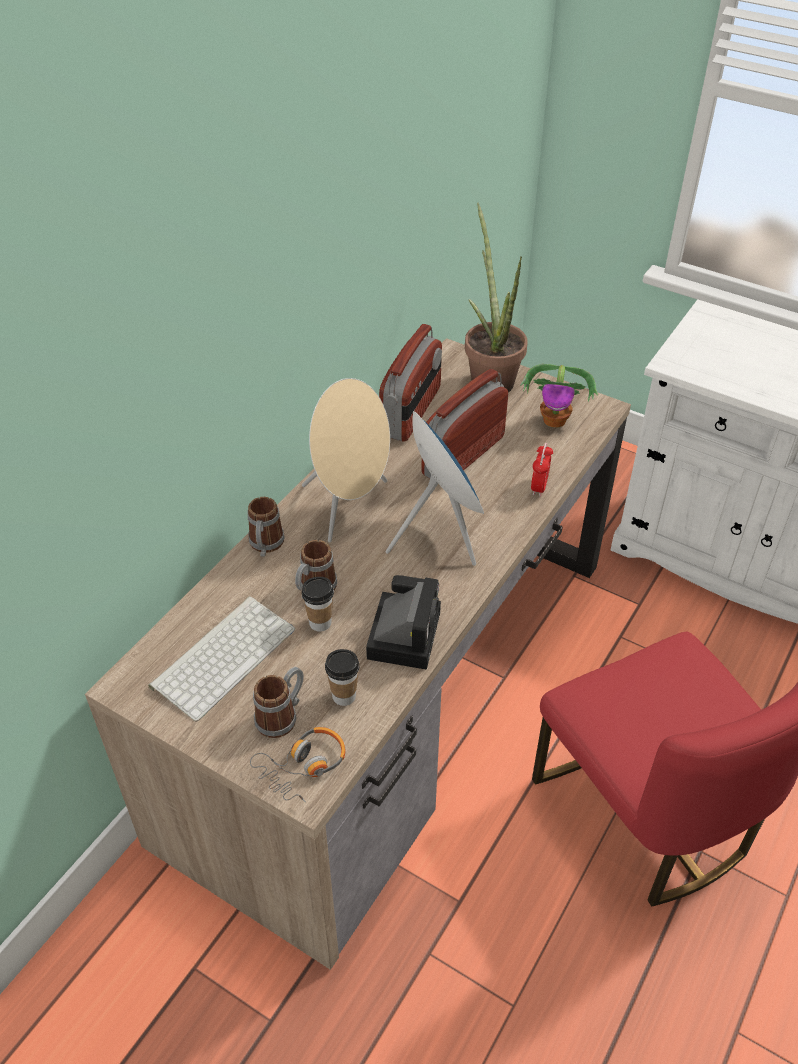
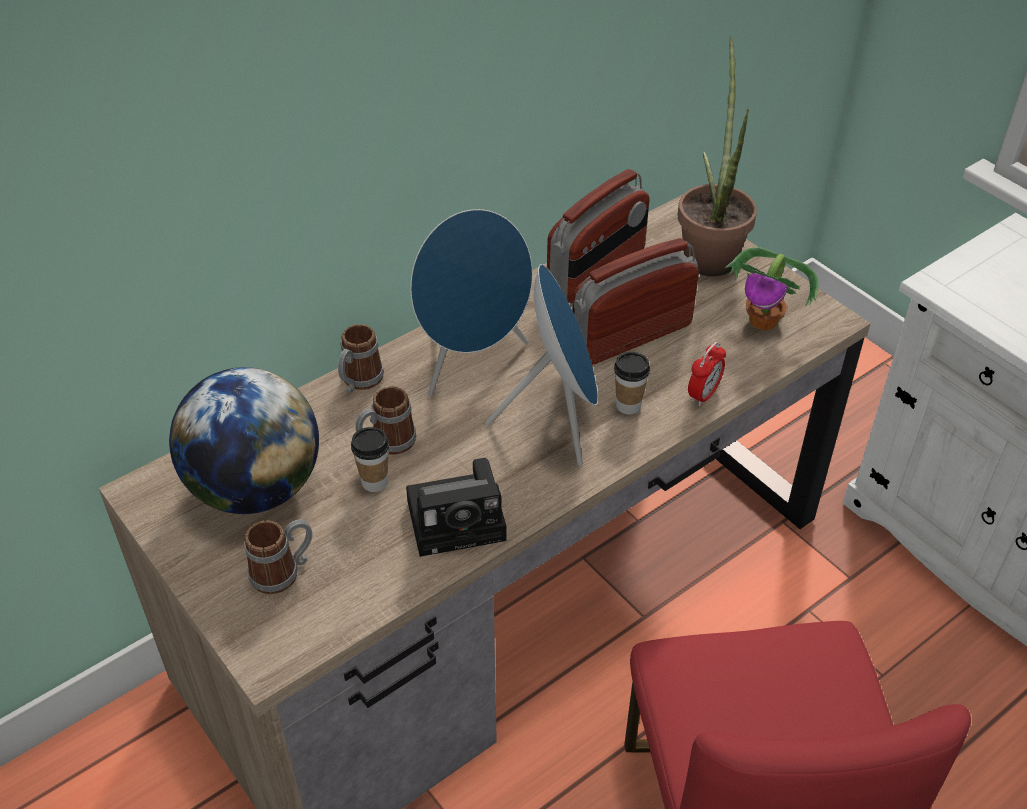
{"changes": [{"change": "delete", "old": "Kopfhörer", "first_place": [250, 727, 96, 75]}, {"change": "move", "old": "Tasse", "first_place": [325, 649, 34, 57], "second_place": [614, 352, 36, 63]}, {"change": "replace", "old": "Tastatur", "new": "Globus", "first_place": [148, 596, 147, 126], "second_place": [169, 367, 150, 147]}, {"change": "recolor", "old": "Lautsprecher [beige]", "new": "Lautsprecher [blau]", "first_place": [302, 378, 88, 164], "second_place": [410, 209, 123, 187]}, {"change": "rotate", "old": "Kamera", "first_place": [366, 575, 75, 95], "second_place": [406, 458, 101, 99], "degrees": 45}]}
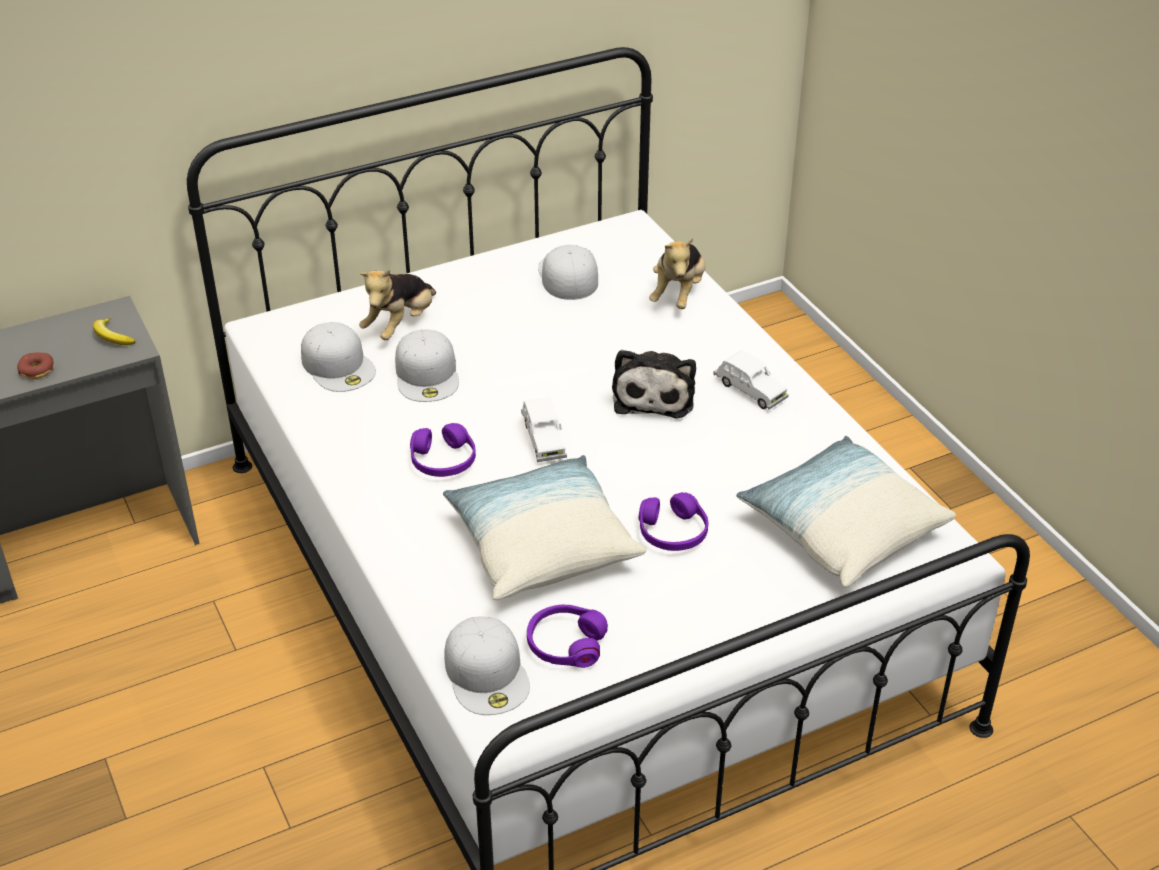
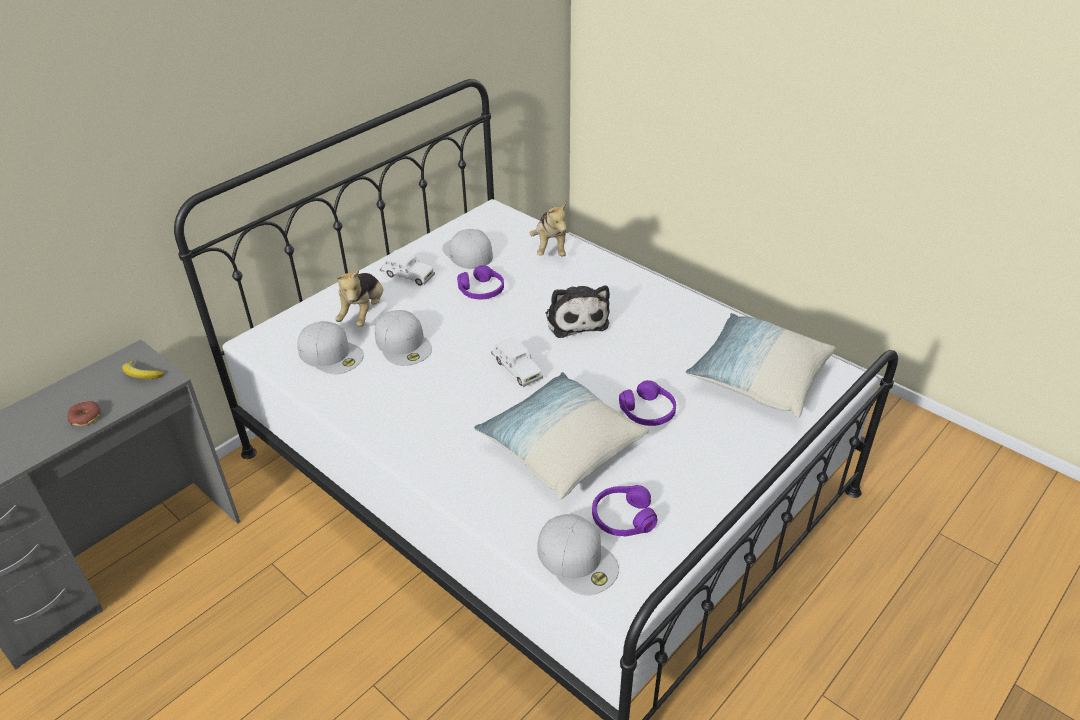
{"changes": [{"change": "move", "old": "Kopfhörer [lila]", "first_place": [410, 423, 66, 54], "second_place": [457, 265, 47, 34]}, {"change": "move", "old": "Spielzeugauto [weiß]", "first_place": [713, 350, 76, 60], "second_place": [380, 250, 55, 36]}]}
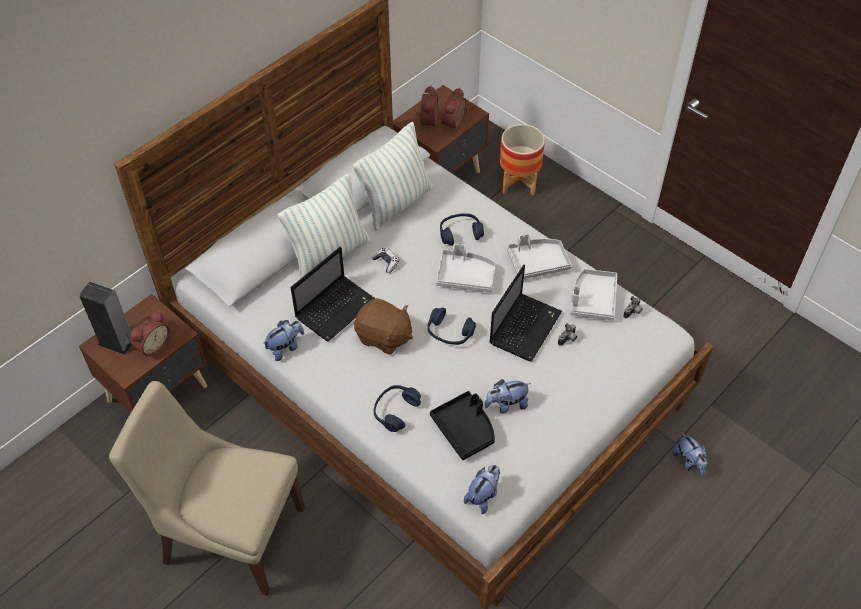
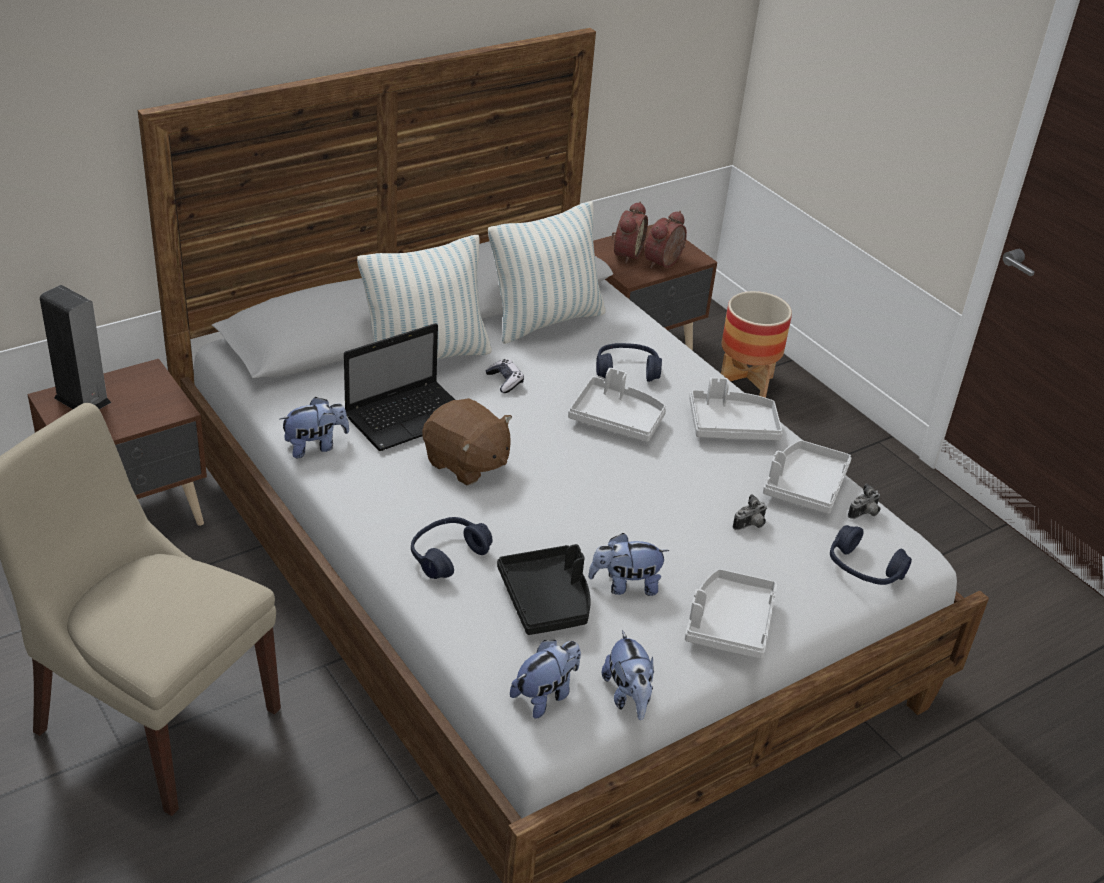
{"changes": [{"change": "delete", "old": "Wecker", "first_place": [130, 311, 40, 46]}, {"change": "delete", "old": "Laptop", "first_place": [490, 265, 72, 96]}, {"change": "insert", "new": "Tablett [grau]", "second_place": [685, 569, 92, 90]}, {"change": "move", "old": "Kopfhörer [blau]", "first_place": [427, 308, 49, 37], "second_place": [830, 525, 82, 60]}, {"change": "move", "old": "Plüschtier", "first_place": [672, 432, 36, 44], "second_place": [602, 630, 52, 90]}]}
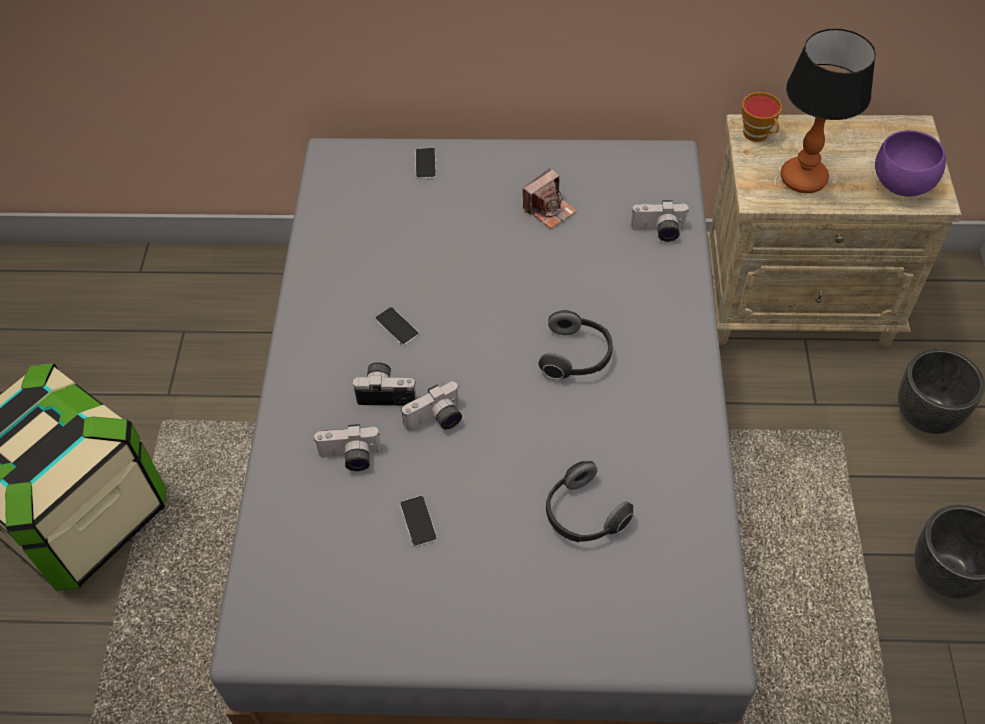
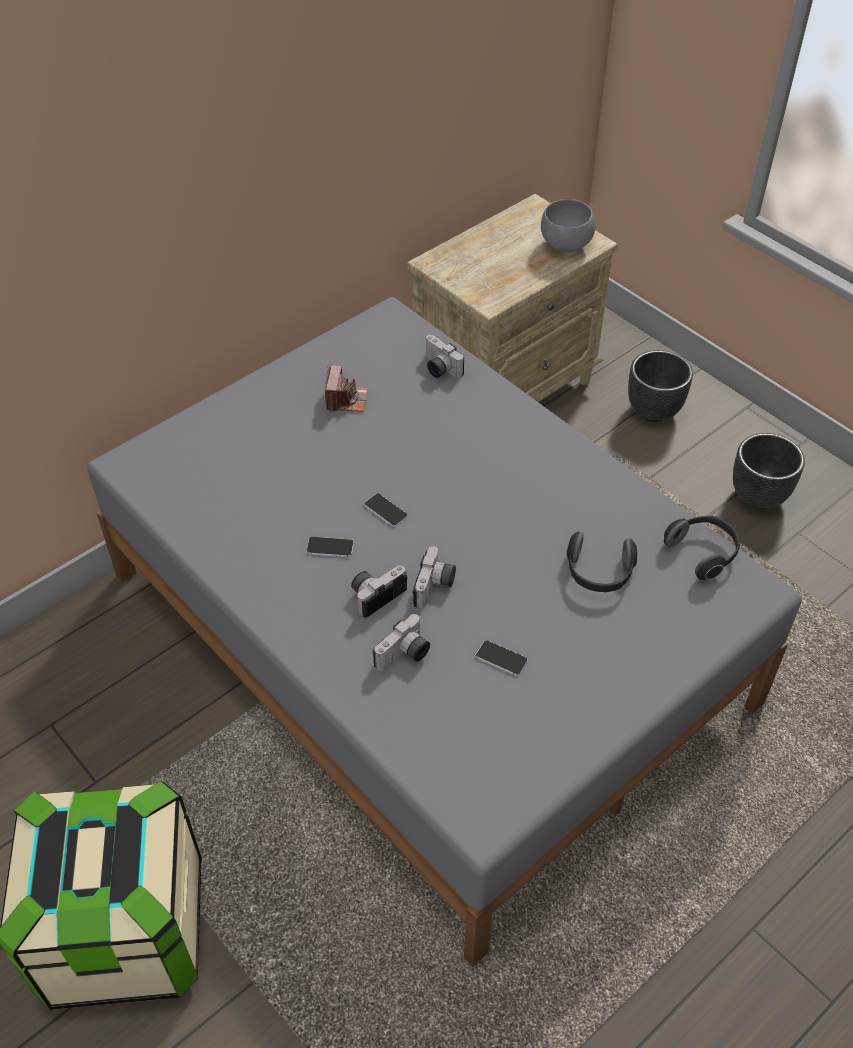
{"changes": [{"change": "delete", "old": "Tasse", "first_place": [742, 92, 40, 50]}, {"change": "delete", "old": "Tischlampe", "first_place": [781, 29, 95, 164]}, {"change": "move", "old": "Handy", "first_place": [415, 148, 21, 31], "second_place": [364, 493, 44, 34]}, {"change": "move", "old": "Kopfhörer", "first_place": [538, 310, 74, 69], "second_place": [664, 516, 76, 64]}, {"change": "recolor", "old": "Schüssel [lila]", "new": "Schüssel [grau]", "first_place": [875, 130, 71, 67], "second_place": [541, 199, 55, 54]}, {"change": "rotate", "old": "Kamera", "first_place": [631, 200, 59, 42], "second_place": [426, 335, 38, 43], "degrees": 90}]}
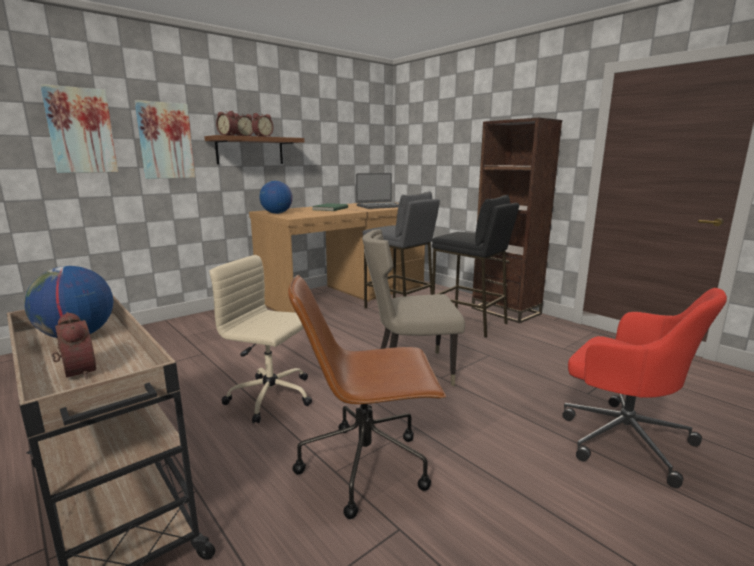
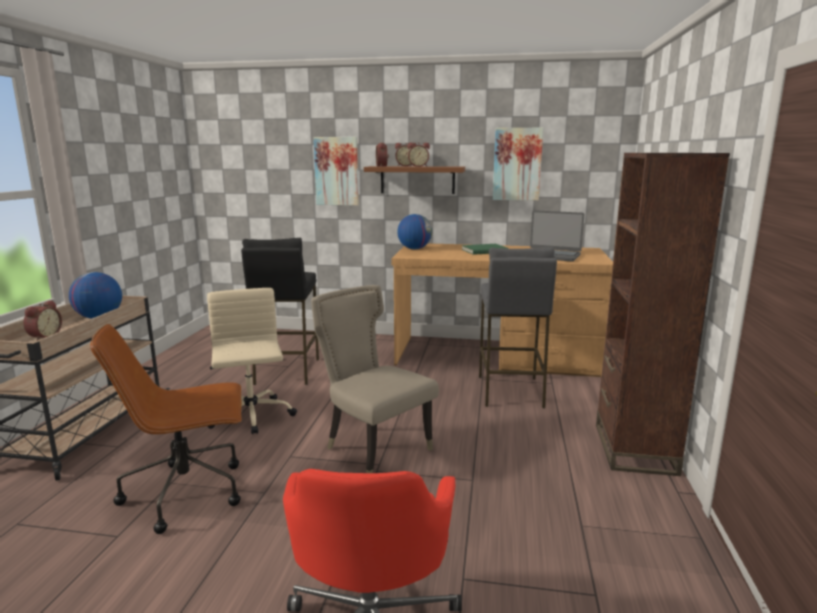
{"changes": [{"change": "move", "old": "Bild", "first_place": [40, 84, 78, 89], "second_place": [493, 128, 50, 73]}, {"change": "move", "old": "Hocker [schwarz]", "first_place": [432, 195, 87, 143], "second_place": [241, 238, 78, 147]}, {"change": "rotate", "old": "Bürostuhl [braun]", "first_place": [288, 275, 158, 244], "second_place": [90, 324, 152, 210], "degrees": -60}]}
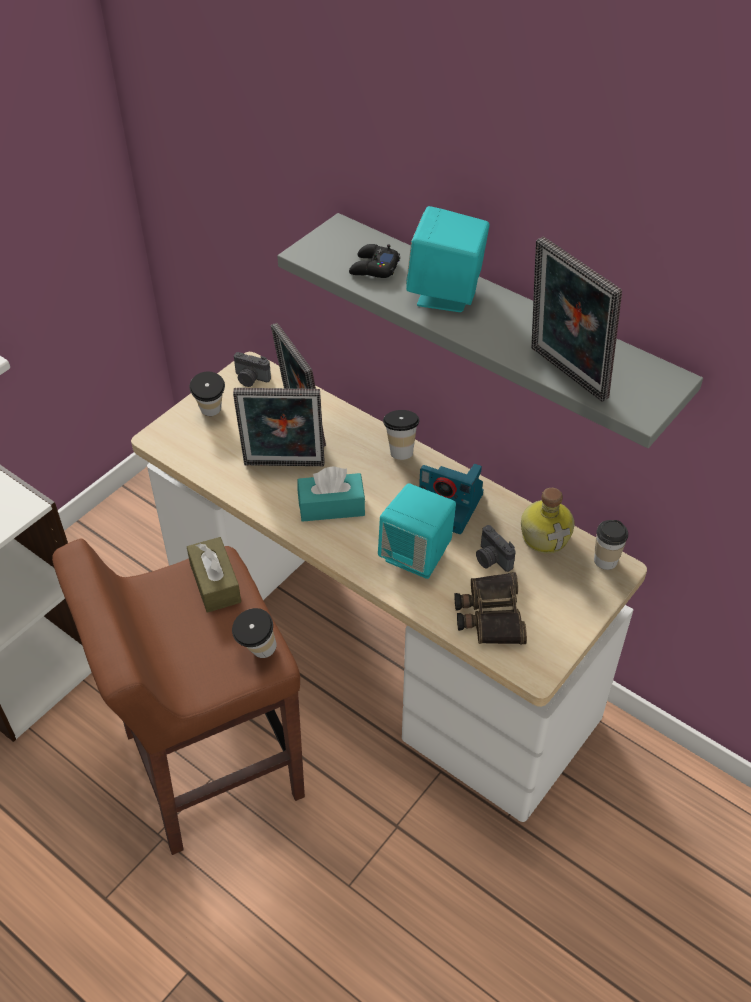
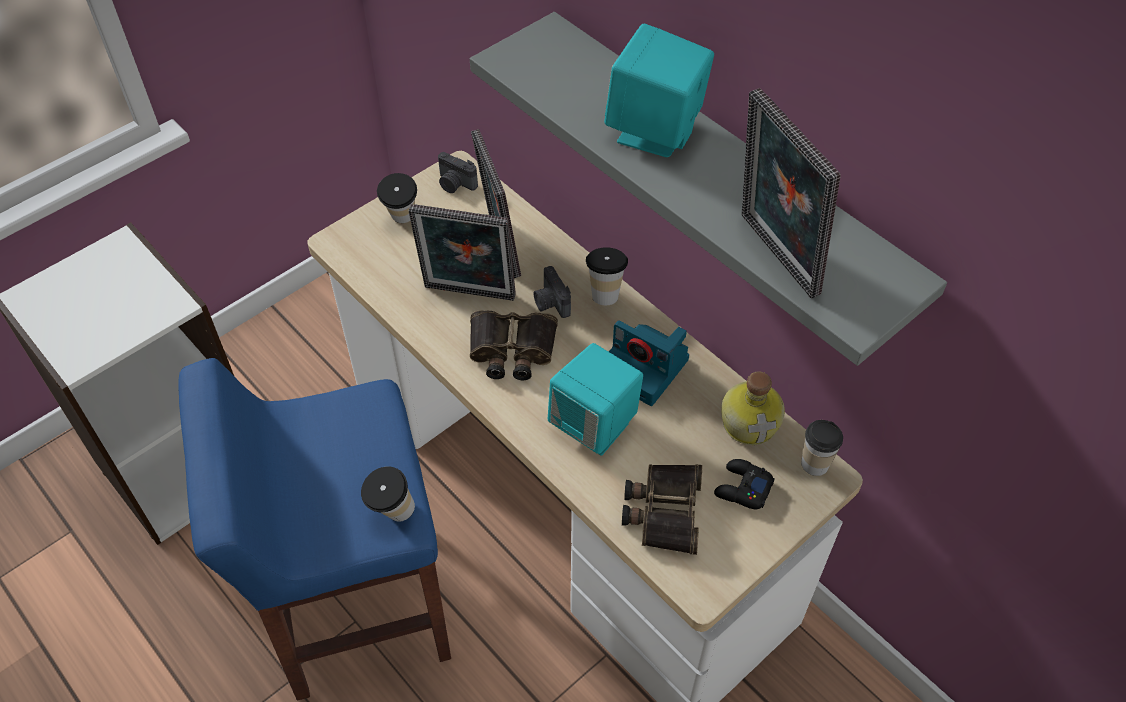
{"changes": [{"change": "delete", "old": "Taschentuchbox [braun]", "first_place": [187, 537, 54, 76]}, {"change": "move", "old": "Gamepad [schwarz]", "first_place": [349, 244, 51, 34], "second_place": [714, 459, 61, 50]}, {"change": "move", "old": "Kamera", "first_place": [476, 525, 40, 47], "second_place": [534, 266, 37, 52]}, {"change": "replace", "old": "Taschentuchbox [türkis]", "new": "Fernglas", "first_place": [298, 466, 67, 56], "second_place": [470, 310, 88, 70]}, {"change": "recolor", "old": "Hocker [braun]", "new": "Hocker [blau]", "first_place": [52, 539, 253, 316], "second_place": [178, 358, 273, 343]}]}
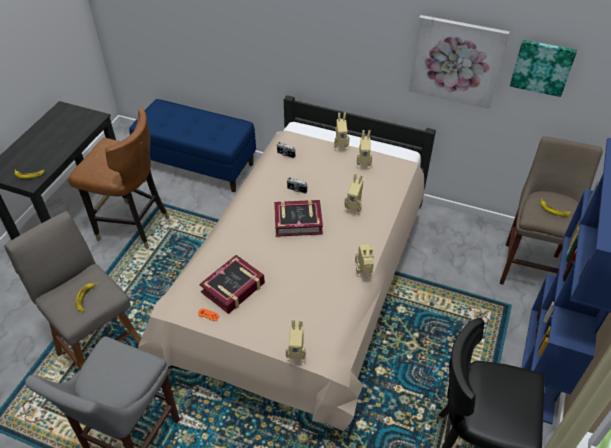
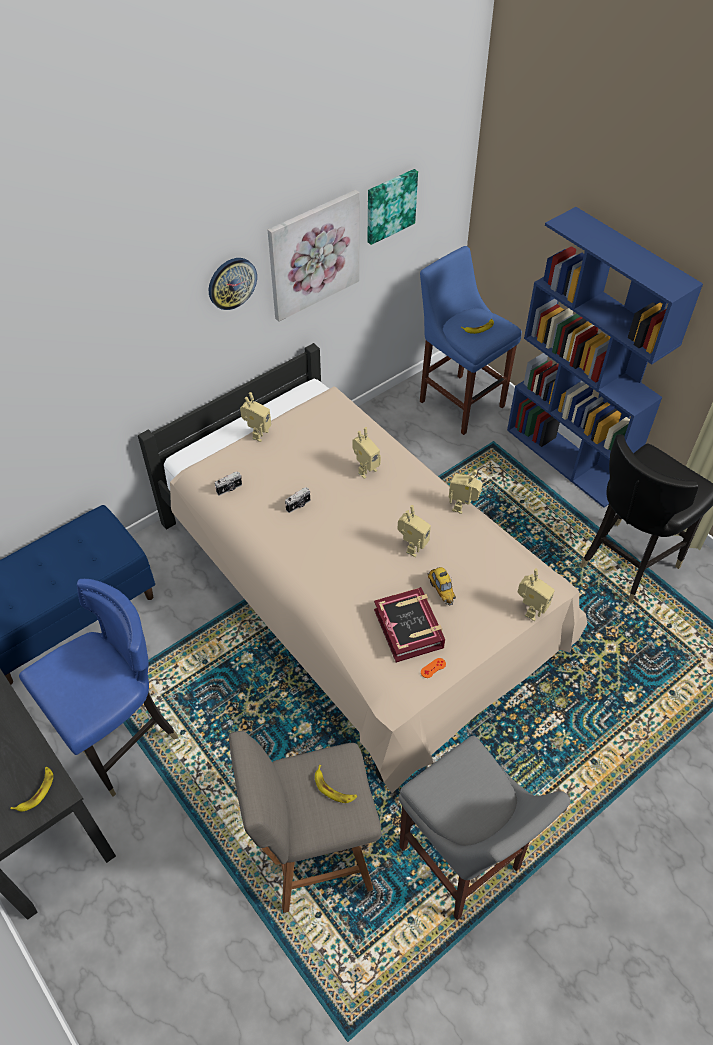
{"changes": [{"change": "delete", "old": "Buch", "first_place": [274, 199, 49, 38]}, {"change": "insert", "new": "Wanduhr", "second_place": [209, 258, 48, 52]}, {"change": "insert", "new": "Spielzeugauto", "second_place": [427, 567, 29, 39]}, {"change": "move", "old": "Spielzeugroboter", "first_place": [357, 130, 15, 39], "second_place": [398, 505, 33, 52]}, {"change": "recolor", "old": "Stuhl [braun]", "new": "Stuhl [blau]", "first_place": [68, 109, 101, 140], "second_place": [19, 579, 159, 218]}, {"change": "recolor", "old": "Hocker [beige]", "new": "Hocker [blau]", "first_place": [500, 136, 103, 149], "second_place": [420, 246, 102, 189]}]}
